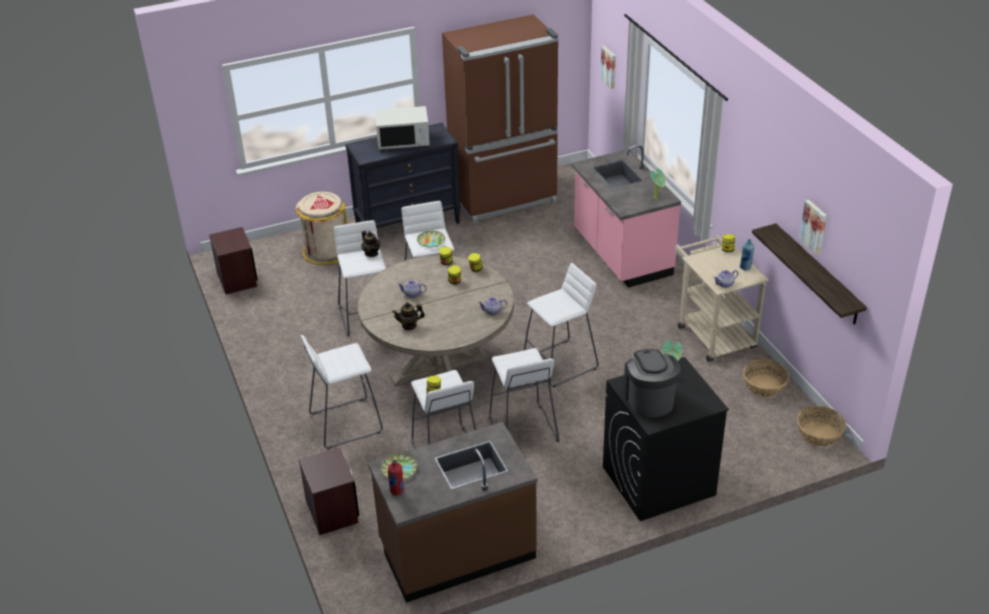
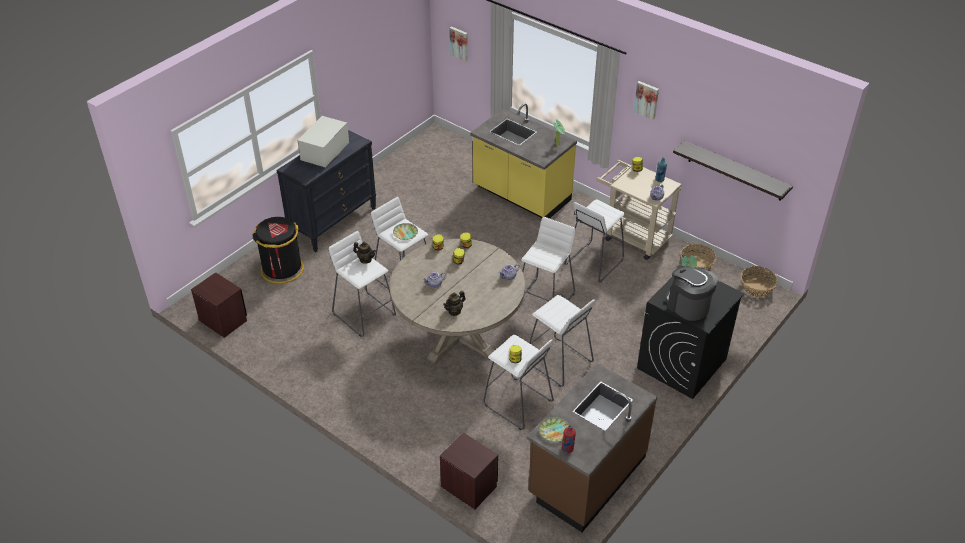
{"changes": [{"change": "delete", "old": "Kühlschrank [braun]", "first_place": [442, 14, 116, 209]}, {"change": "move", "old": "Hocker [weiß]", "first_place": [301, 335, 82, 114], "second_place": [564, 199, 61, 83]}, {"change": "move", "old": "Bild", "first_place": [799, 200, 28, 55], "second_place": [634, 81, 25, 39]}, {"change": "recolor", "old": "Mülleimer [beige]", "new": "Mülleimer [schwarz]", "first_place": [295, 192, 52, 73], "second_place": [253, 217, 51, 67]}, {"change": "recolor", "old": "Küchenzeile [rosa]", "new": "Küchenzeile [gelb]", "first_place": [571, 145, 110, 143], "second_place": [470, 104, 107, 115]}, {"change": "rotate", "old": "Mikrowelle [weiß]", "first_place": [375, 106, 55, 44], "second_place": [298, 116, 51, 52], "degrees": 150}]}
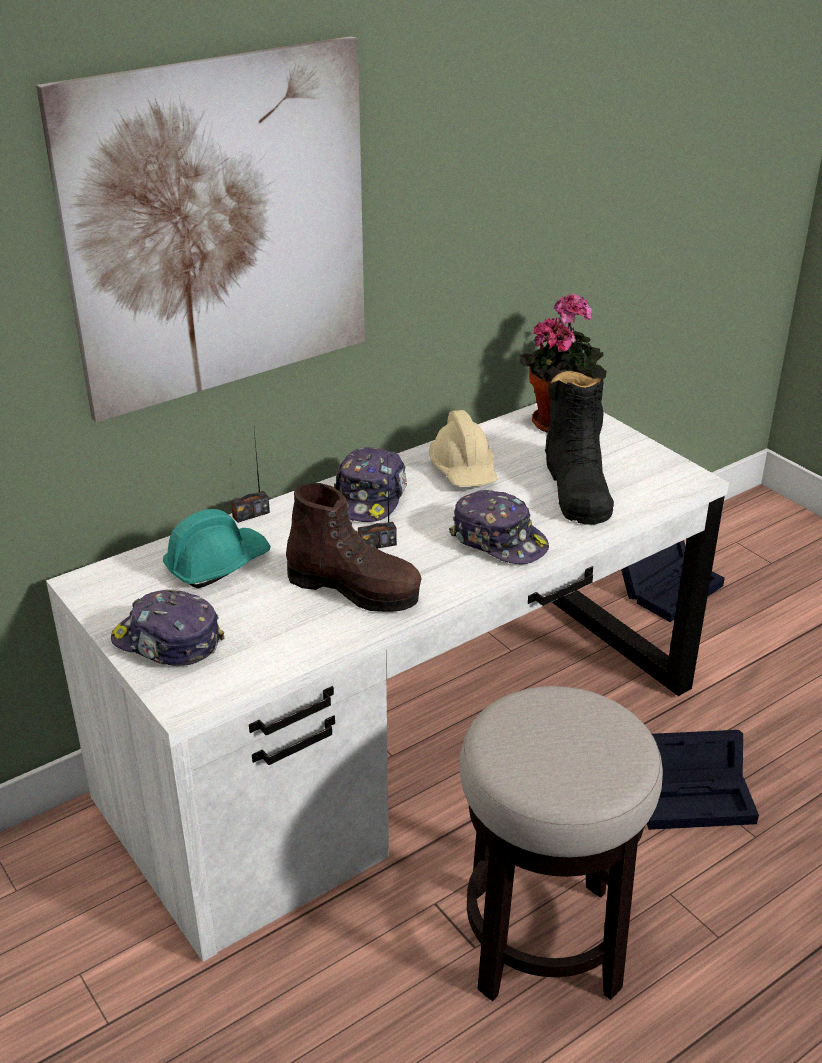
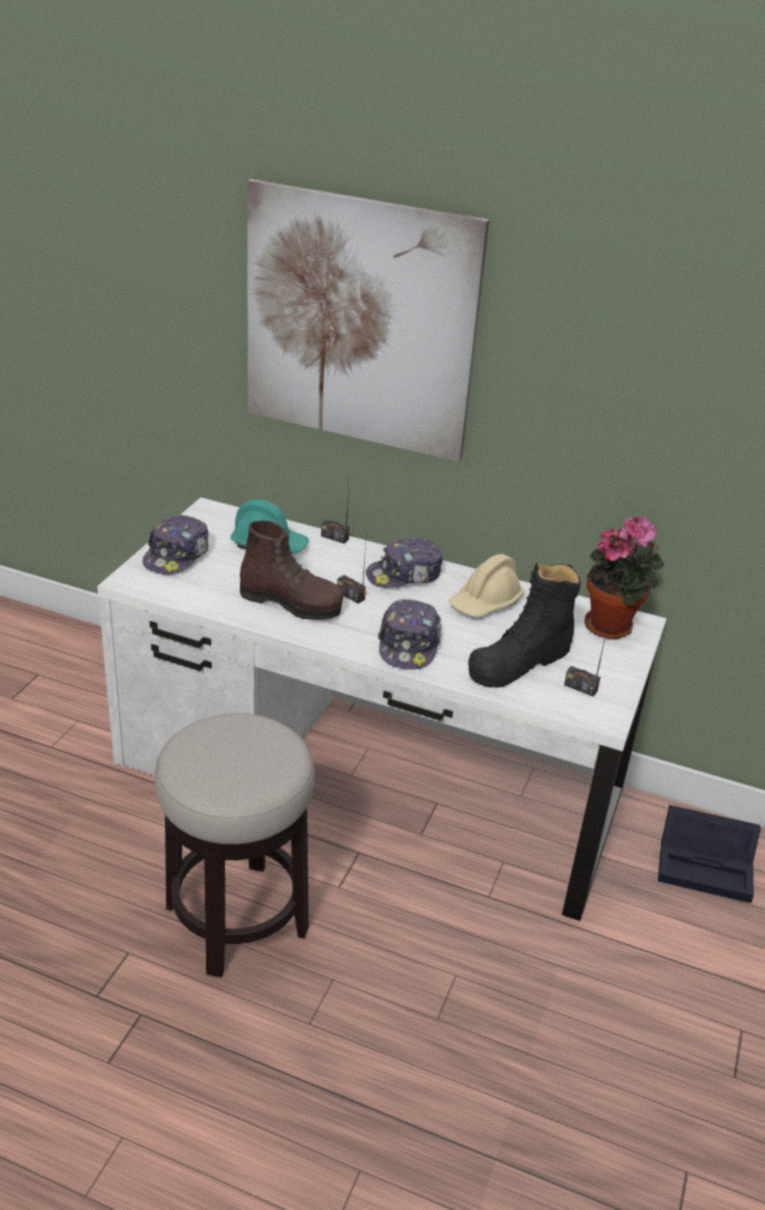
{"changes": [{"change": "delete", "old": "Aufbewahrungsbox [schwarz]", "first_place": [647, 730, 112, 100]}, {"change": "insert", "new": "Radio", "second_place": [564, 621, 45, 76]}, {"change": "rotate", "old": "Kappe", "first_place": [111, 590, 113, 76], "second_place": [143, 515, 66, 60], "degrees": -150}, {"change": "rotate", "old": "Stiefel [braun]", "first_place": [286, 483, 136, 129], "second_place": [240, 521, 104, 99], "degrees": -60}]}
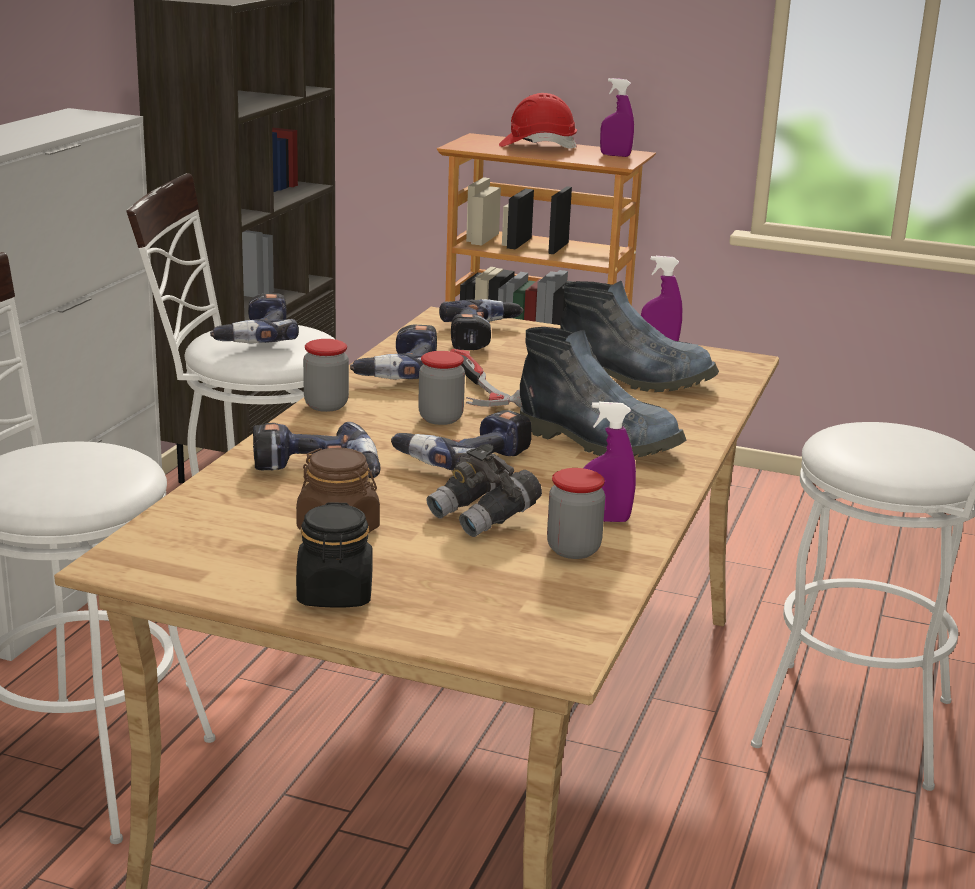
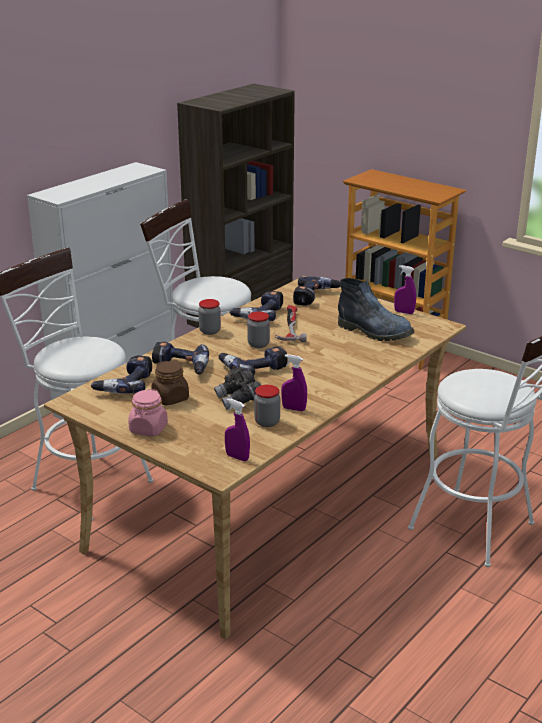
{"changes": [{"change": "delete", "old": "Schutzhelm [rot]", "first_place": [499, 93, 78, 55]}, {"change": "delete", "old": "Stiefel", "first_place": [520, 327, 166, 130]}, {"change": "move", "old": "Bohrmaschine", "first_place": [210, 294, 89, 49], "second_place": [91, 356, 61, 38]}, {"change": "move", "old": "Sprühflasche [lila]", "first_place": [600, 78, 34, 79], "second_place": [225, 398, 25, 63]}, {"change": "recolor", "old": "Vorratsglas [schwarz]", "new": "Vorratsglas [rosa]", "first_place": [296, 502, 77, 106], "second_place": [128, 389, 40, 47]}]}
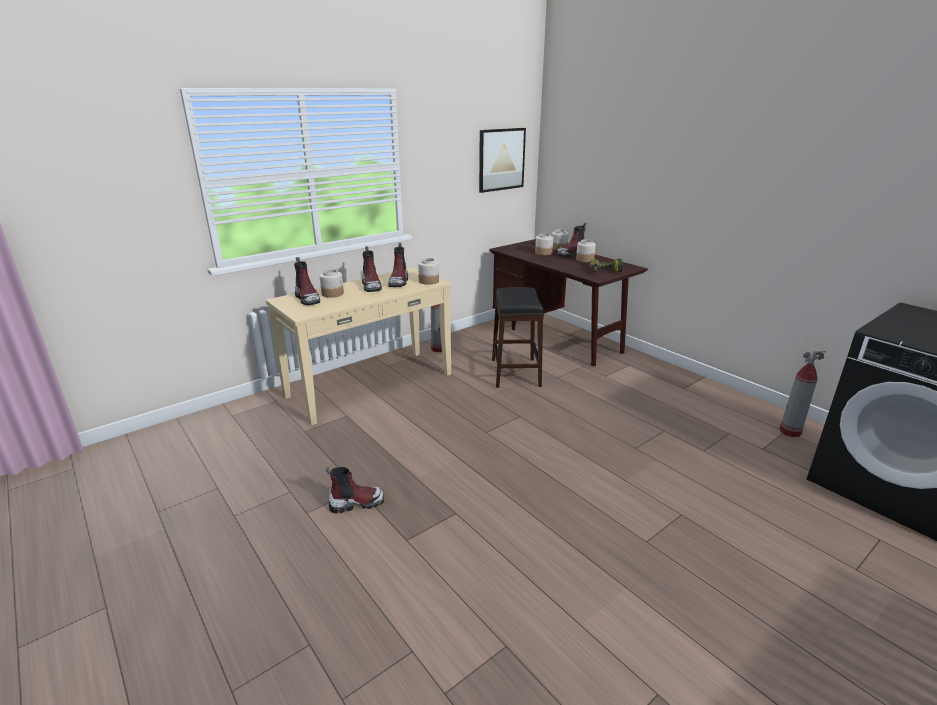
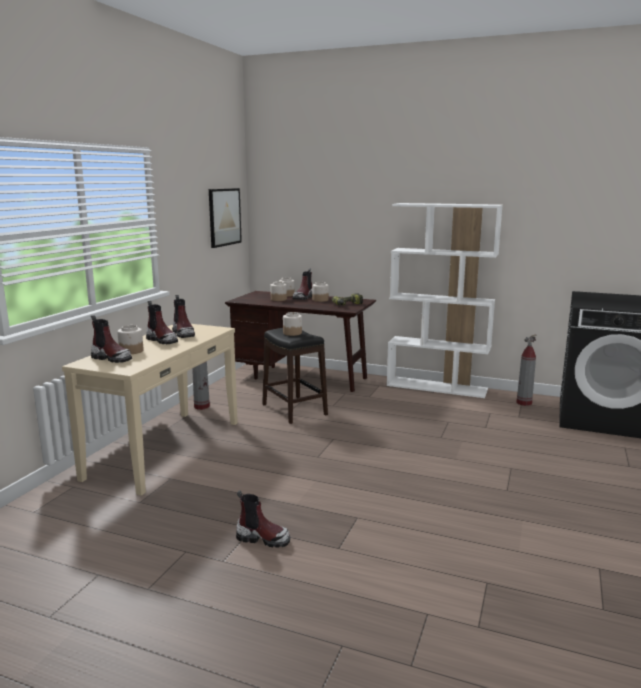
{"changes": [{"change": "insert", "new": "Bücherregal [weiß]", "second_place": [387, 203, 116, 195]}, {"change": "move", "old": "Vorratsglas", "first_place": [418, 258, 21, 27], "second_place": [283, 312, 19, 24]}, {"change": "rotate", "old": "Stiefel", "first_place": [326, 467, 58, 47], "second_place": [236, 490, 54, 58], "degrees": 60}]}
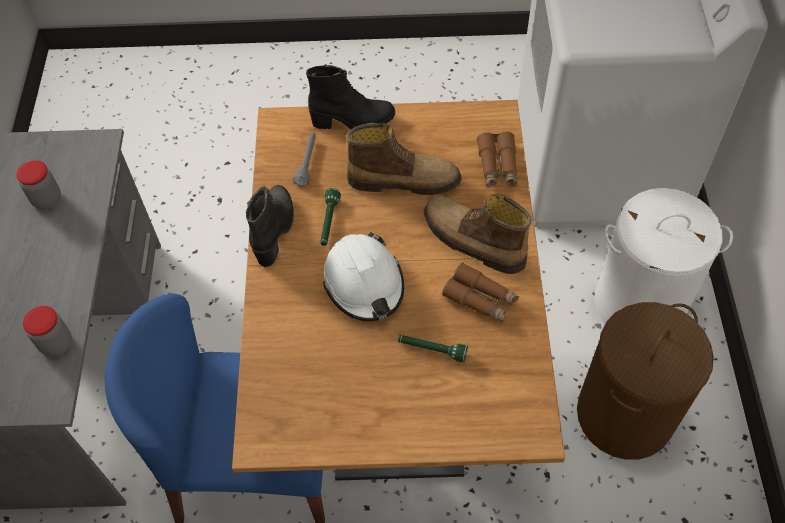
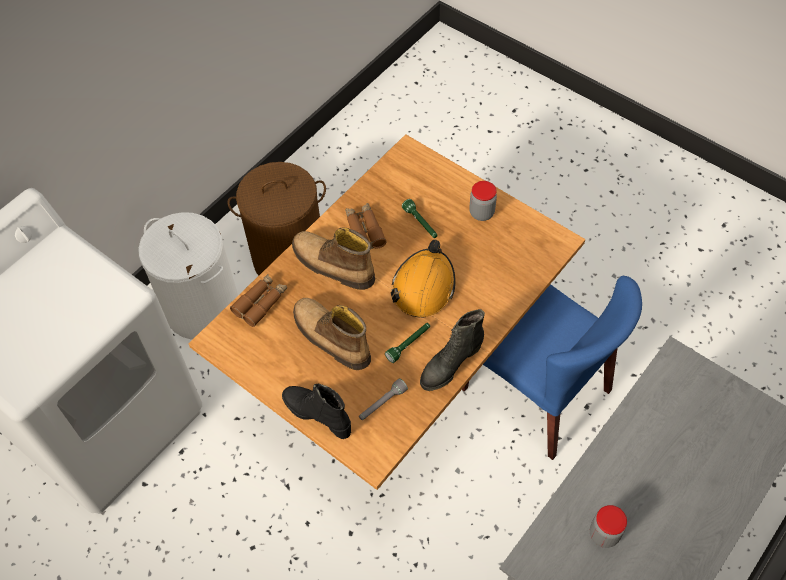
{"changes": [{"change": "move", "old": "Vorratsglas", "first_place": [23, 306, 49, 51], "second_place": [469, 181, 28, 40]}, {"change": "recolor", "old": "Schutzhelm [weiß]", "new": "Schutzhelm [orange]", "first_place": [323, 232, 81, 89], "second_place": [391, 240, 65, 78]}, {"change": "rotate", "old": "Stiefel", "first_place": [424, 194, 107, 80], "second_place": [292, 227, 83, 63], "degrees": 135}]}
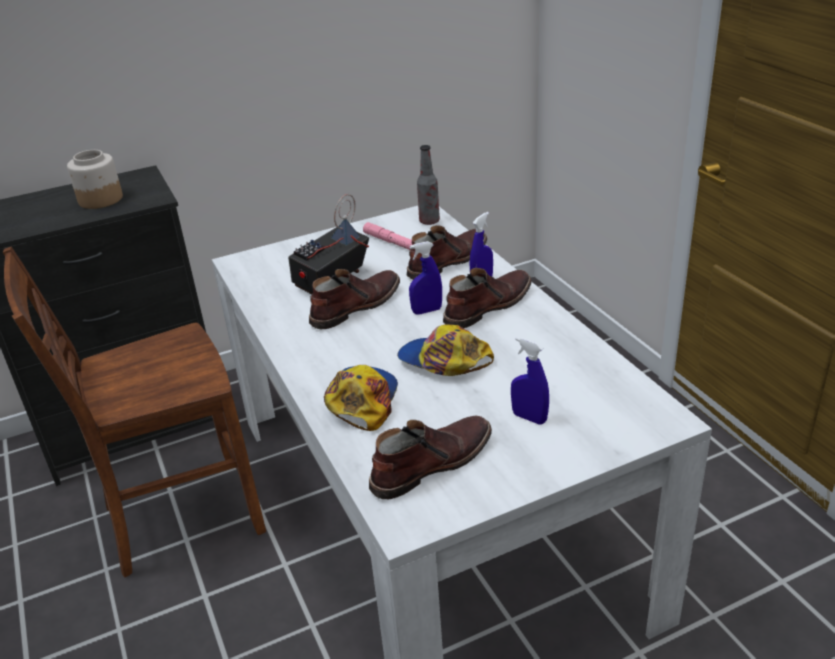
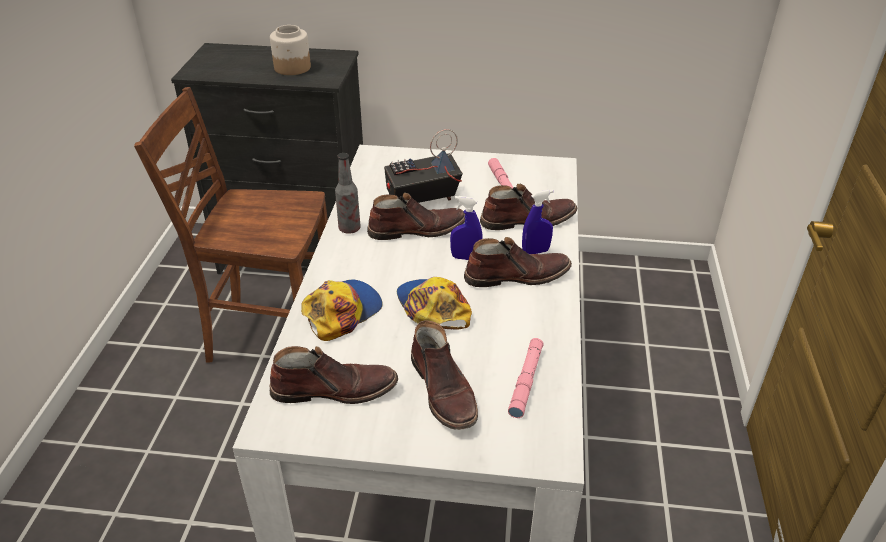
{"changes": [{"change": "insert", "new": "Taschenlampe [rosa]", "second_place": [508, 338, 36, 80]}, {"change": "move", "old": "Flasche", "first_place": [417, 145, 23, 80], "second_place": [335, 153, 26, 81]}, {"change": "replace", "old": "Sprühflasche [blau]", "new": "Stiefel [braun]", "first_place": [511, 337, 38, 87], "second_place": [411, 320, 67, 110]}]}
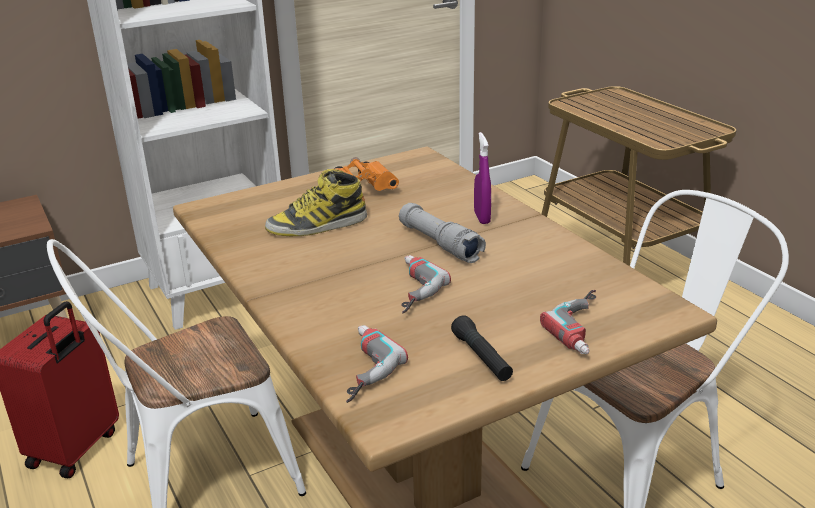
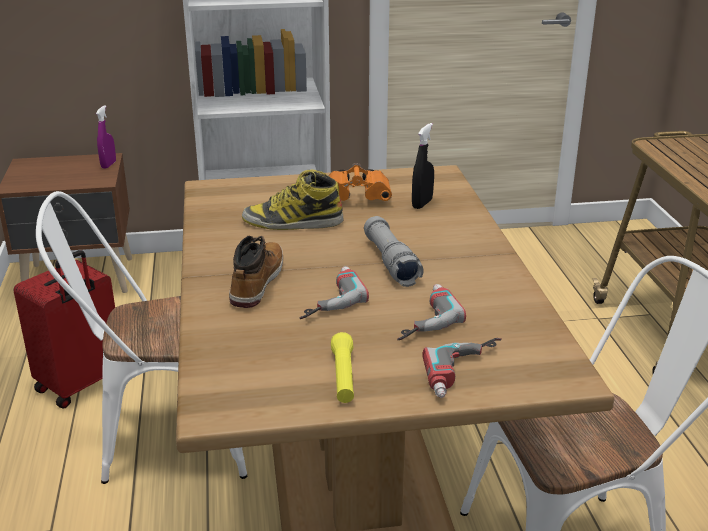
{"changes": [{"change": "insert", "new": "Stiefel", "second_place": [229, 236, 54, 72]}, {"change": "insert", "new": "Sprühflasche [schwarz]", "second_place": [412, 123, 22, 86]}, {"change": "move", "old": "Bohrmaschine", "first_place": [346, 325, 62, 78], "second_place": [397, 284, 69, 56]}, {"change": "move", "old": "Sprühflasche [lila]", "first_place": [474, 132, 17, 92], "second_place": [96, 105, 20, 64]}, {"change": "recolor", "old": "Taschenlampe [schwarz]", "new": "Taschenlampe [gelb]", "first_place": [451, 315, 62, 66], "second_place": [331, 332, 23, 71]}]}
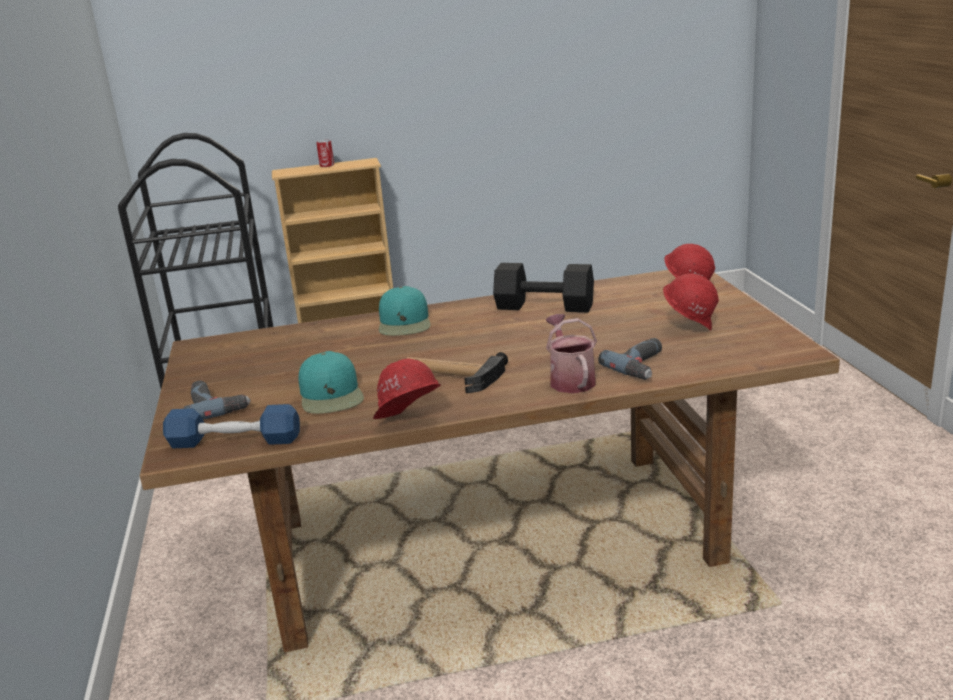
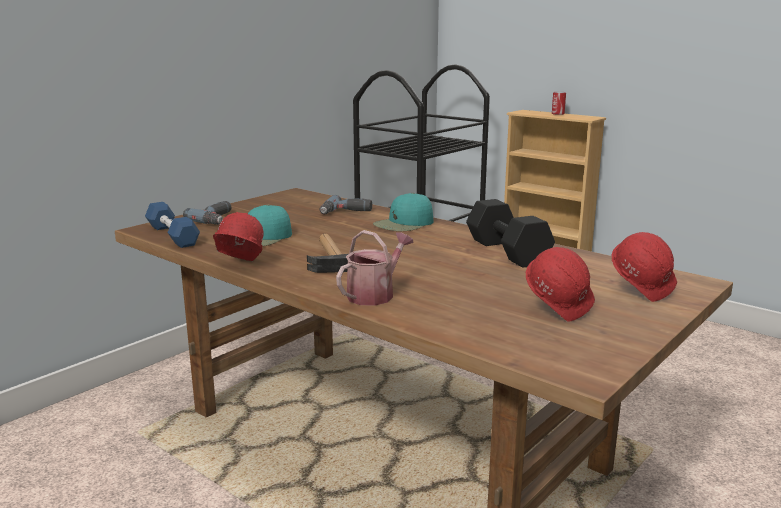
{"changes": [{"change": "move", "old": "Bohrmaschine", "first_place": [598, 338, 64, 42], "second_place": [320, 195, 52, 20]}]}
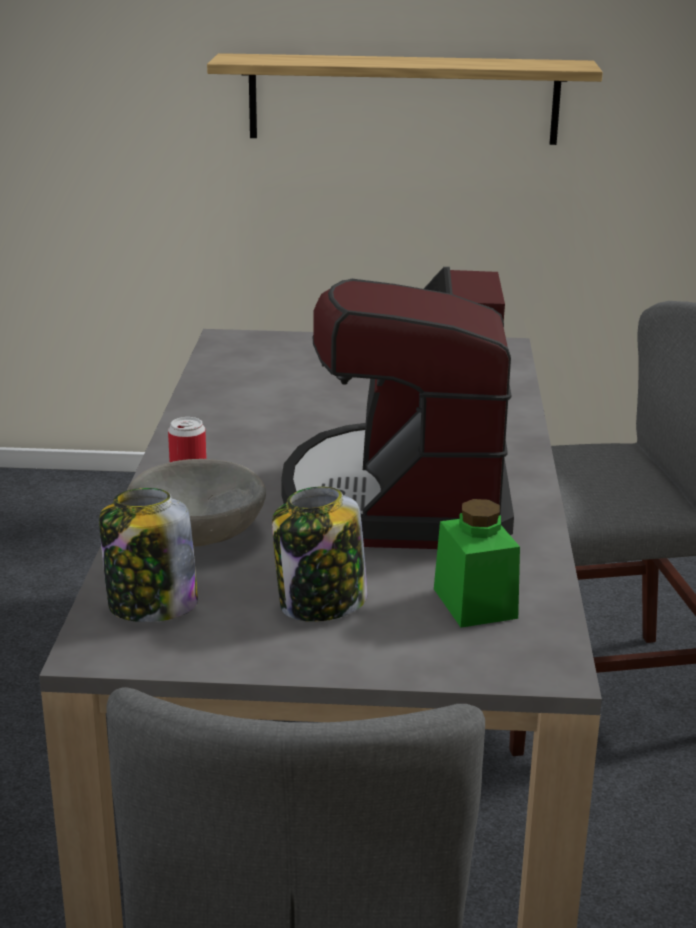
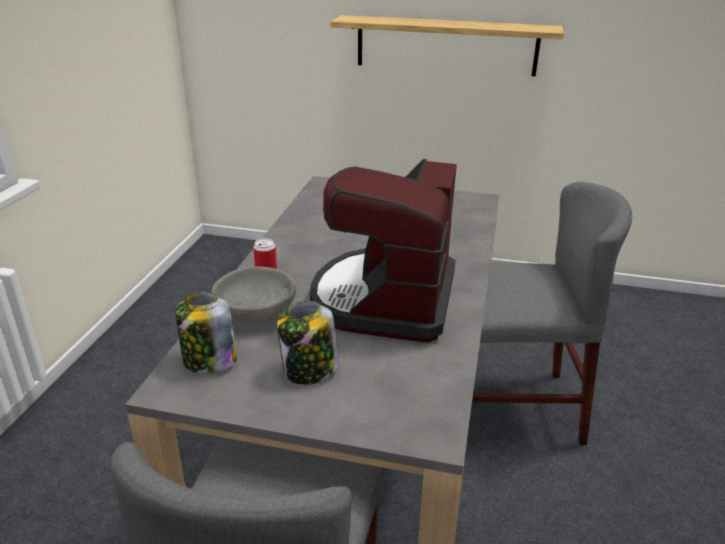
{"changes": [{"change": "delete", "old": "Vorratsglas [grün]", "first_place": [434, 499, 86, 129]}]}
